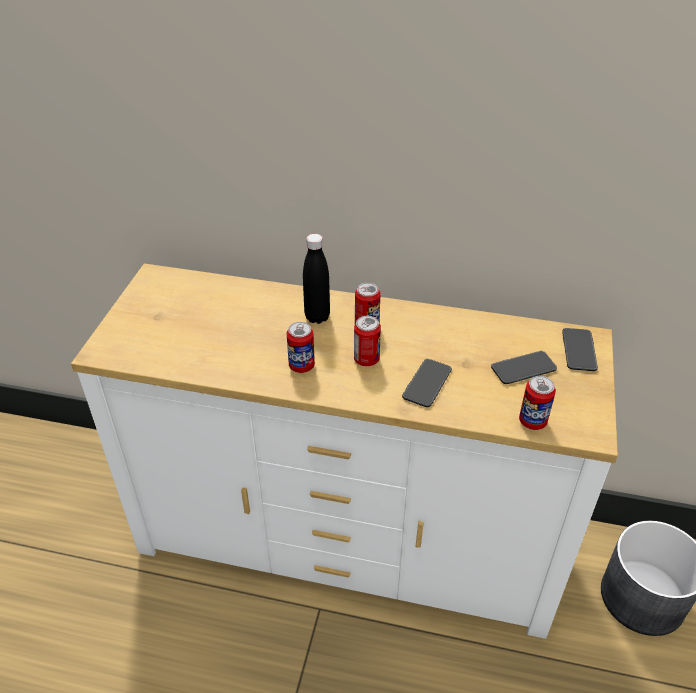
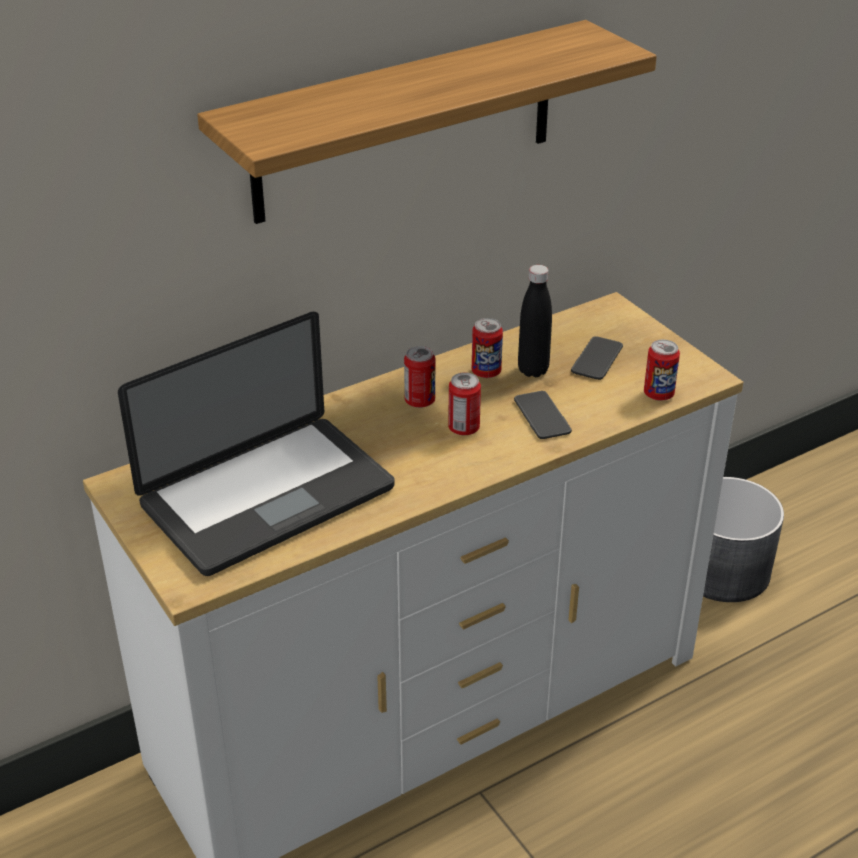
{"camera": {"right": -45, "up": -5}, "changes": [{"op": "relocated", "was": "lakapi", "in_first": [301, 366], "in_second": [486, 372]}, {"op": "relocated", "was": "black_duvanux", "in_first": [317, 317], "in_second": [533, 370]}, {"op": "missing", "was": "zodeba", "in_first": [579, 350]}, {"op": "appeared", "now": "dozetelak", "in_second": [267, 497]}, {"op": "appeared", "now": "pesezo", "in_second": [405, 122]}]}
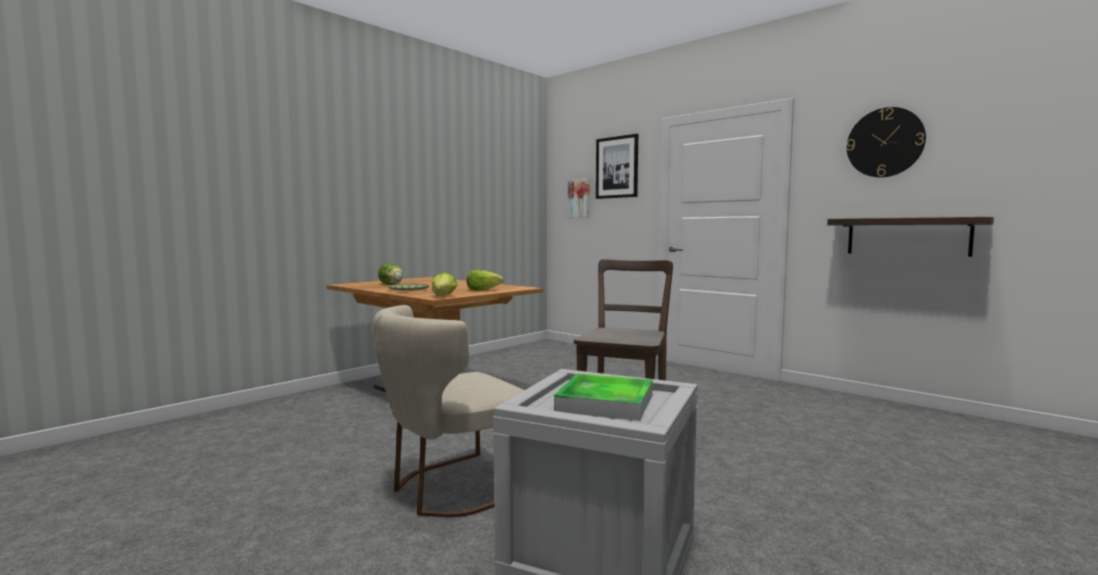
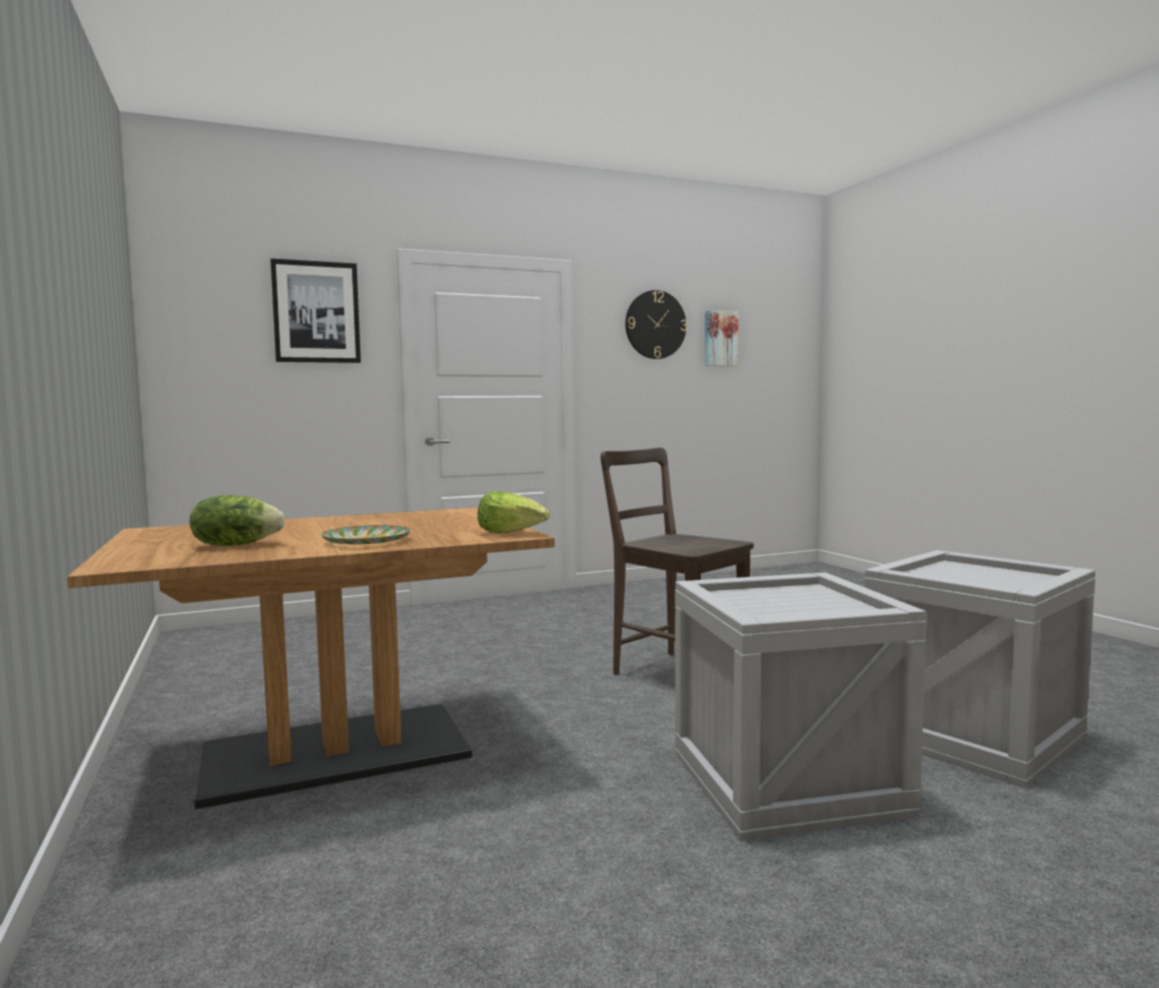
{"camera": {"right": -65, "up": 0}, "changes": [{"op": "exchanged", "was": "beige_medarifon", "now": "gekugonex", "in_first": [452, 488], "in_second": [785, 784]}, {"op": "missing", "was": "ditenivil", "in_first": [483, 290]}, {"op": "missing", "was": "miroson", "in_first": [605, 402]}, {"op": "relocated", "was": "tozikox", "in_first": [579, 198], "in_second": [720, 338]}, {"op": "missing", "was": "pesezo", "in_first": [907, 236]}]}
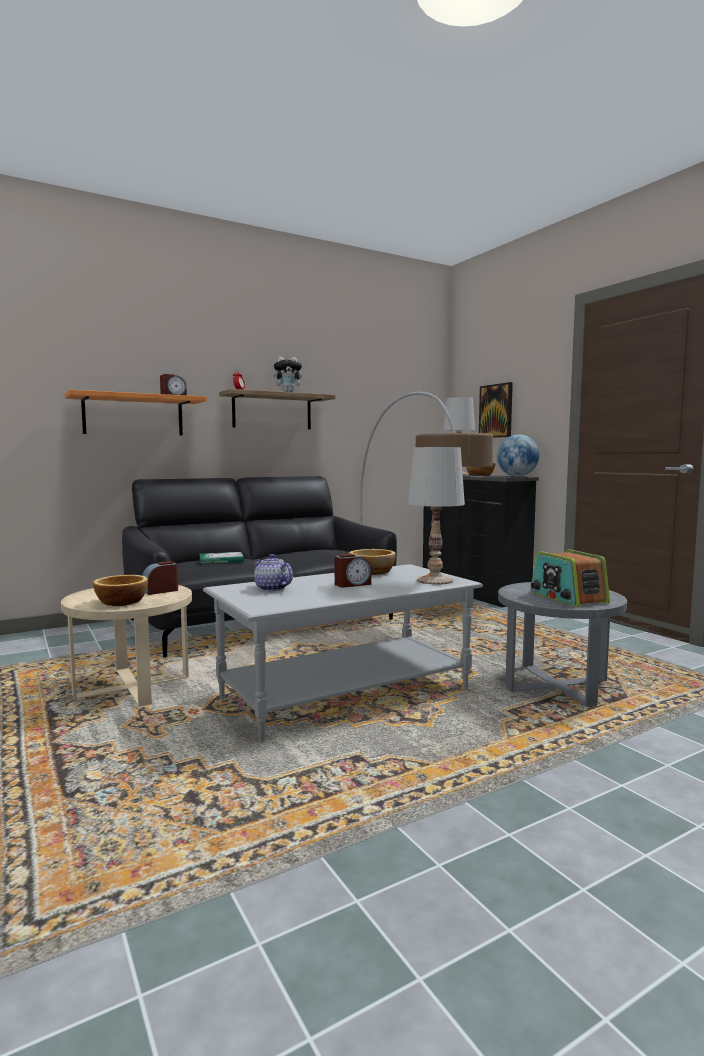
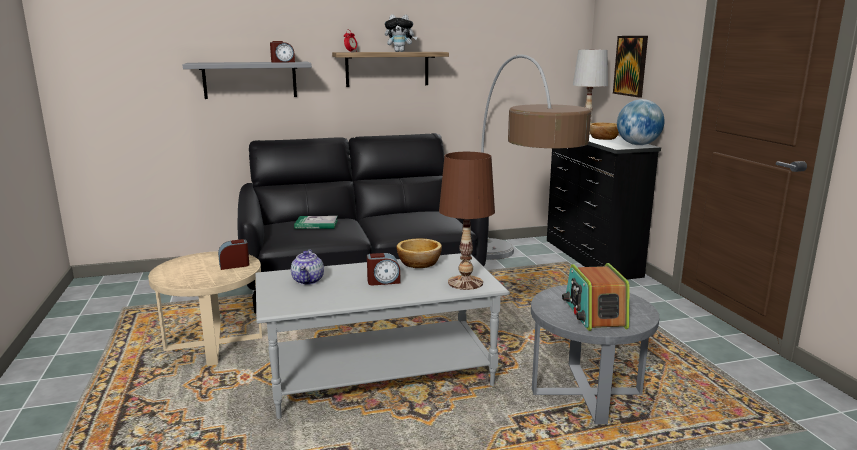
{"camera": {"right": 15, "up": 10}, "changes": [{"op": "colour", "was": "orange_pesezo", "now": "grey_pesezo", "in_first": [133, 415], "in_second": [250, 80]}, {"op": "missing", "was": "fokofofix", "in_first": [121, 602]}, {"op": "spun", "was": "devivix", "in_first": [271, 588], "in_second": [308, 281], "clockwise": -150}, {"op": "colour", "was": "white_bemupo", "now": "brown_bemupo", "in_first": [434, 580], "in_second": [465, 283]}]}
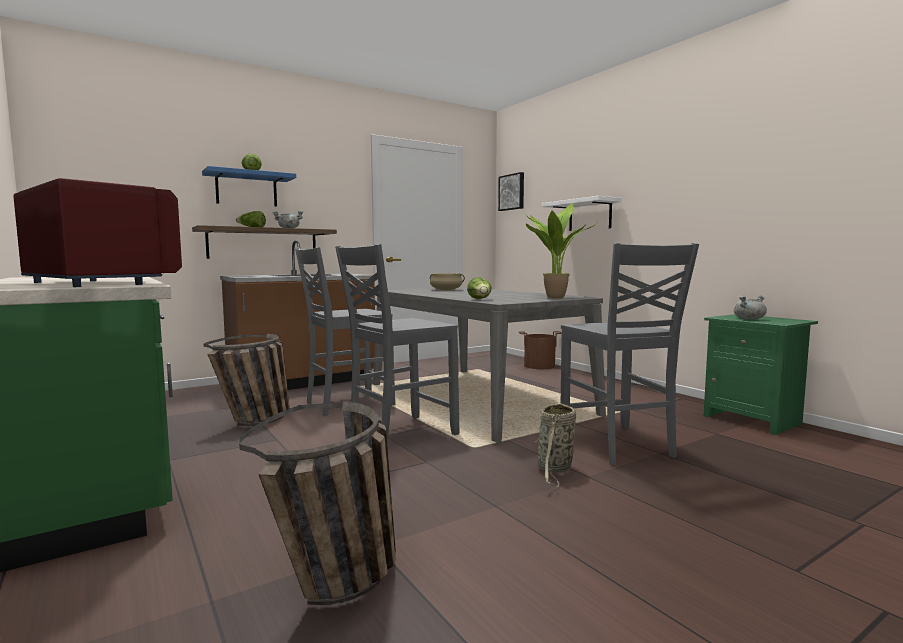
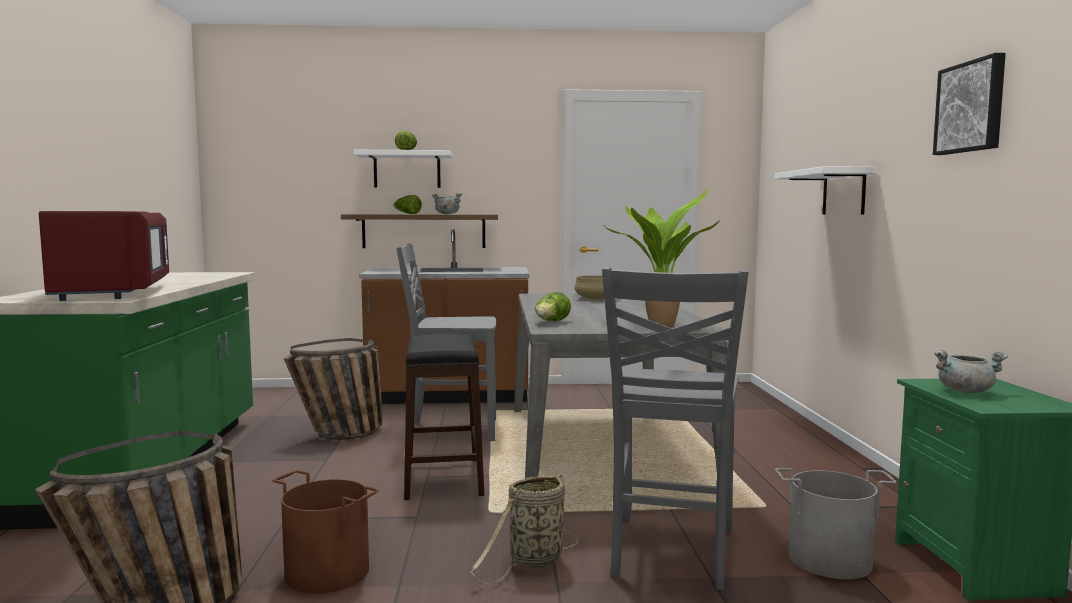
{"camera": {"right": 30, "up": 0}, "changes": [{"op": "colour", "was": "blue_pesezo", "now": "white_pesezo", "in_first": [246, 189], "in_second": [407, 170]}, {"op": "exchanged", "was": "grey_medarifon", "now": "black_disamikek", "in_first": [399, 434], "in_second": [442, 478]}, {"op": "relocated", "was": "tozikox", "in_first": [512, 192], "in_second": [971, 107]}, {"op": "relocated", "was": "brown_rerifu", "in_first": [539, 366], "in_second": [326, 573]}, {"op": "appeared", "now": "grey_rerifu", "in_second": [830, 560]}]}
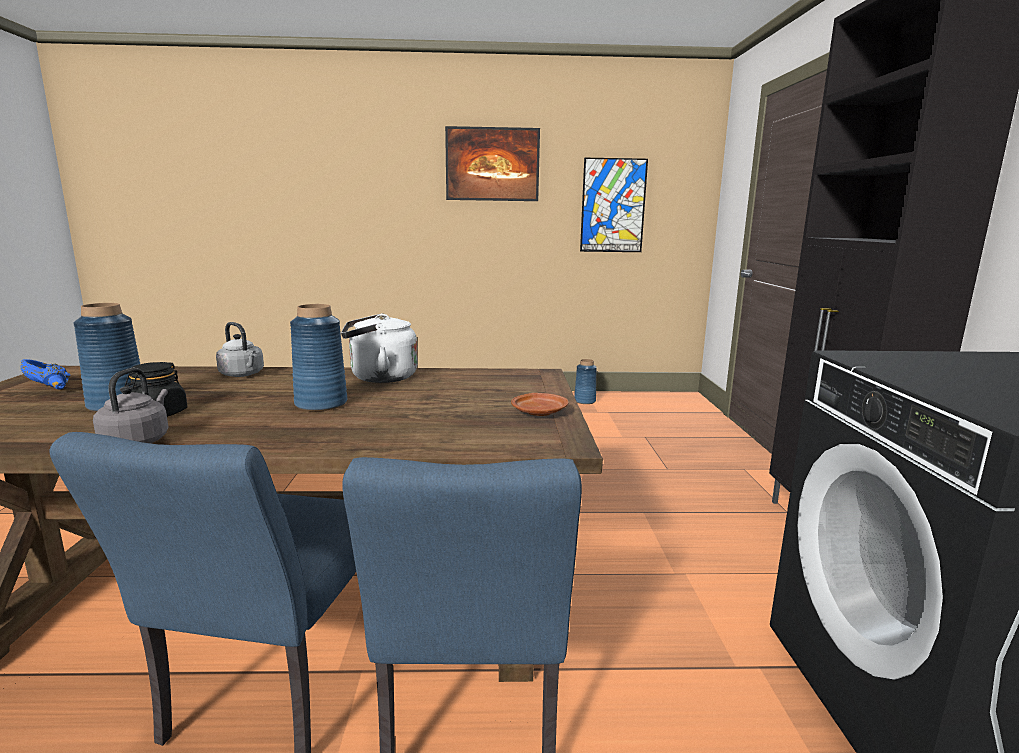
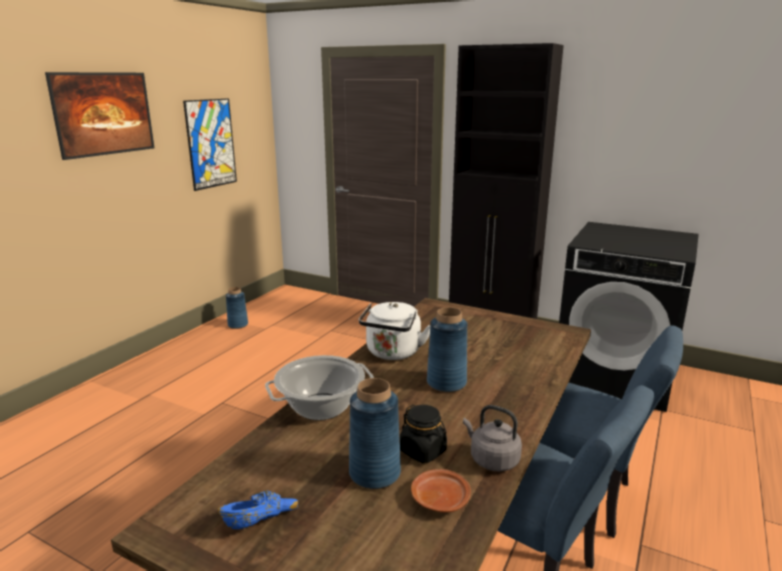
{"camera": {"right": -60, "up": 5}, "changes": [{"op": "exchanged", "was": "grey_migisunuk", "now": "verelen", "in_first": [243, 374], "in_second": [321, 407]}, {"op": "relocated", "was": "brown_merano", "in_first": [539, 412], "in_second": [440, 499]}]}
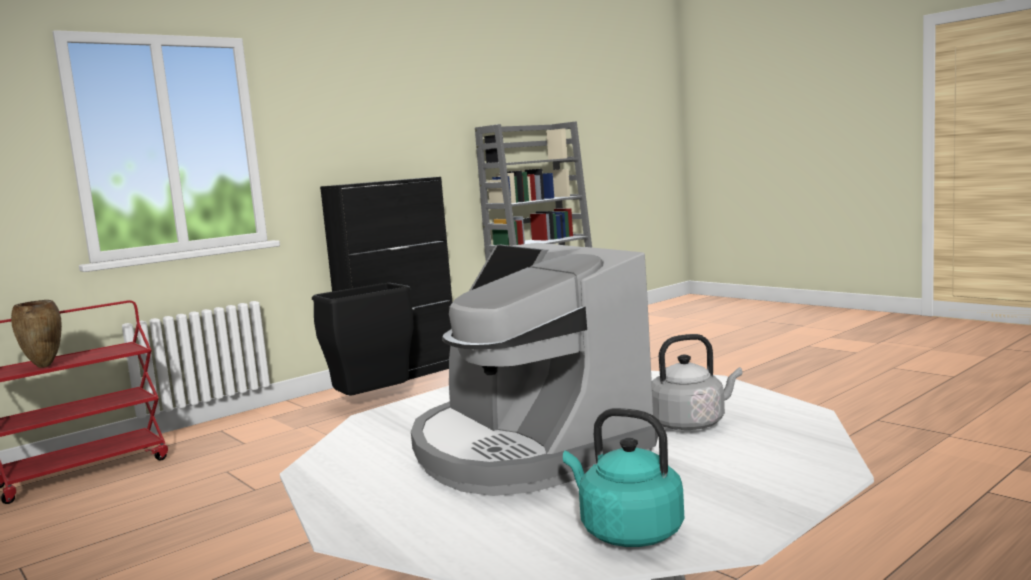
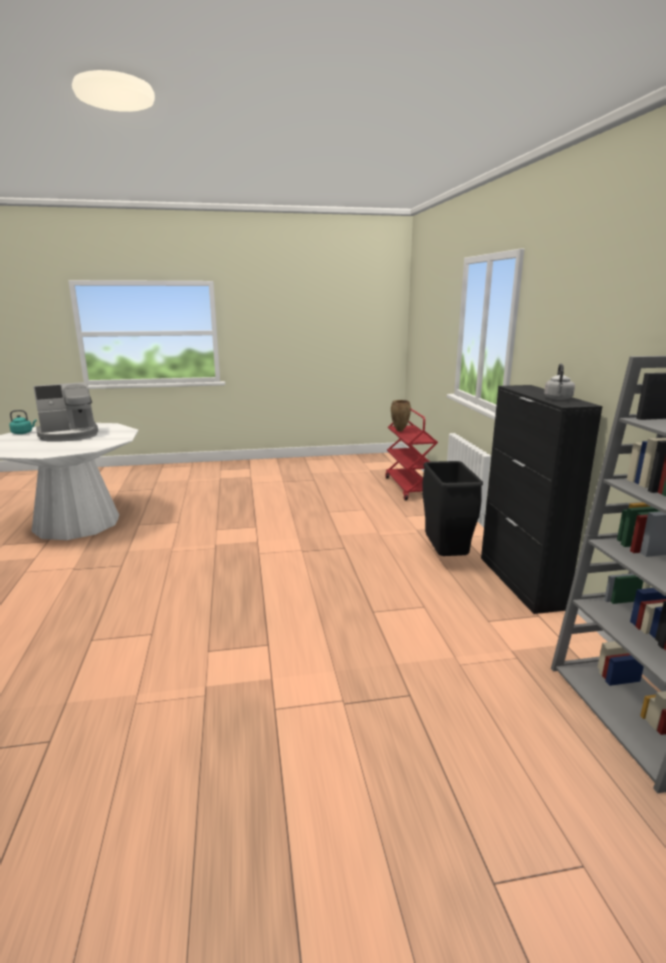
{"camera": {"right": 120, "up": 10}, "changes": [{"op": "spun", "was": "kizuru", "in_first": [525, 449], "in_second": [69, 435], "clockwise": 150}, {"op": "relocated", "was": "grey_migisunuk", "in_first": [691, 423], "in_second": [558, 399]}]}
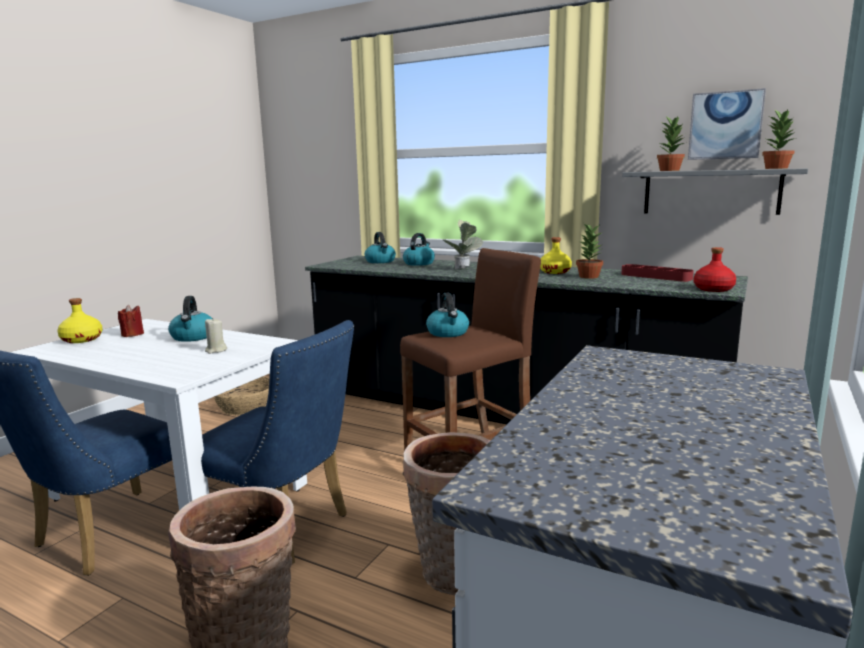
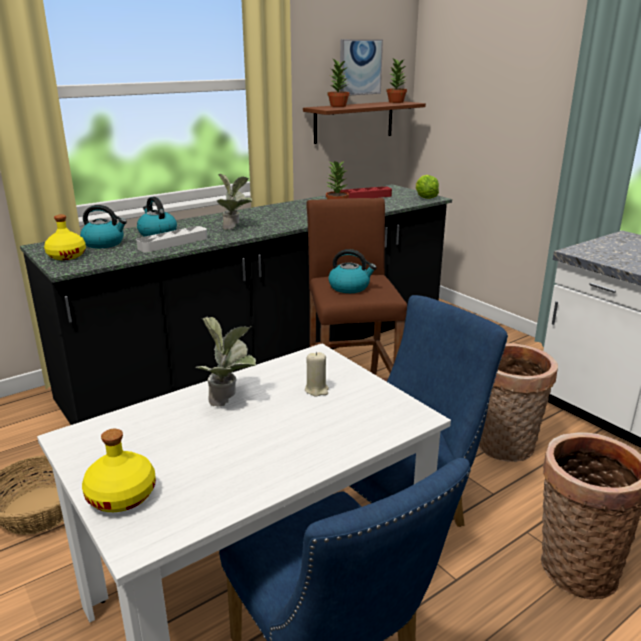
{"camera": {"right": -65, "up": 10}, "changes": [{"op": "missing", "was": "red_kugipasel", "in_first": [132, 334]}, {"op": "exchanged", "was": "migisunuk", "now": "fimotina", "in_first": [193, 337], "in_second": [229, 401]}, {"op": "relocated", "was": "yellow_duvanux", "in_first": [555, 272], "in_second": [66, 256]}, {"op": "colour", "was": "grey_pesezo", "now": "brown_pesezo", "in_first": [710, 192], "in_second": [354, 122]}, {"op": "exchanged", "was": "red_duvanux", "now": "ditenivil", "in_first": [713, 289], "in_second": [425, 198]}, {"op": "appeared", "now": "grey_miroson", "in_second": [173, 243]}]}
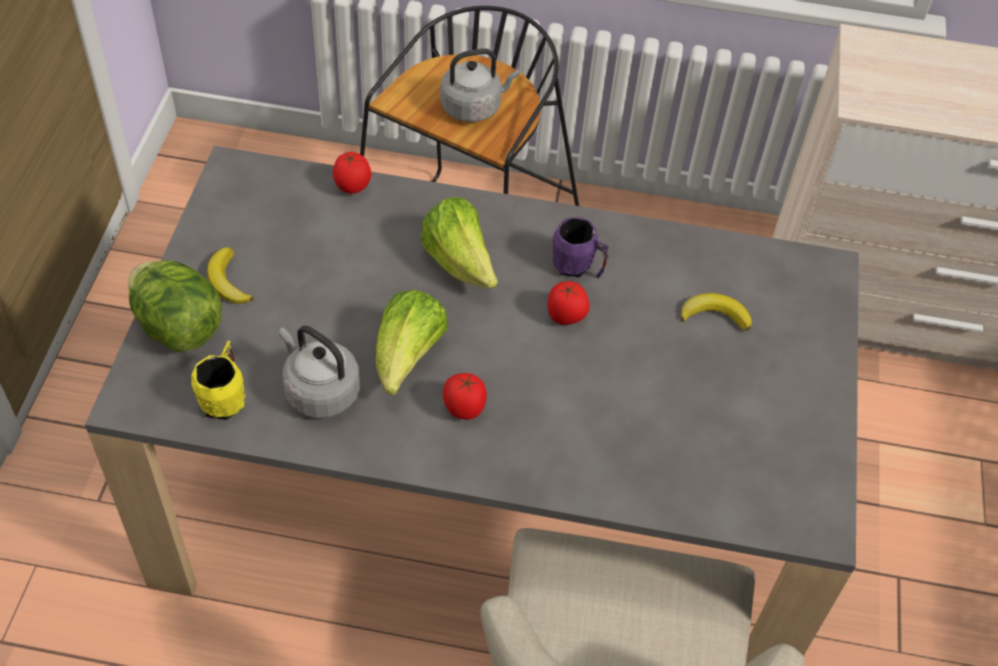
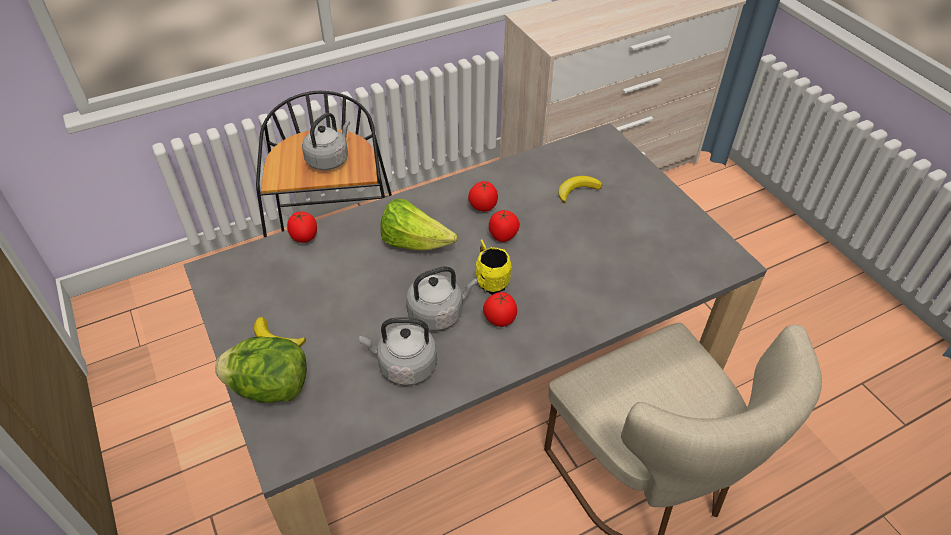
{"camera": {"right": -35, "up": -5}, "changes": [{"op": "relocated", "was": "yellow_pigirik", "in_first": [225, 397], "in_second": [490, 280]}, {"op": "exchanged", "was": "ditenivil", "now": "grey_migisunuk", "in_first": [407, 358], "in_second": [438, 313]}, {"op": "exchanged", "was": "purple_pigirik", "now": "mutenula", "in_first": [578, 267], "in_second": [482, 207]}]}
